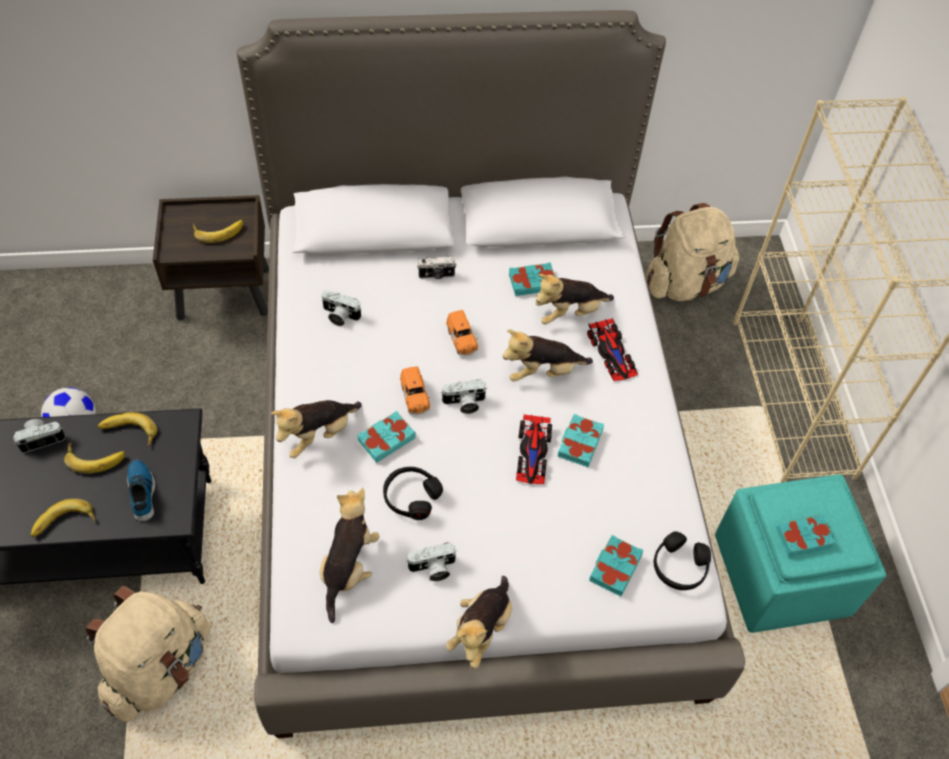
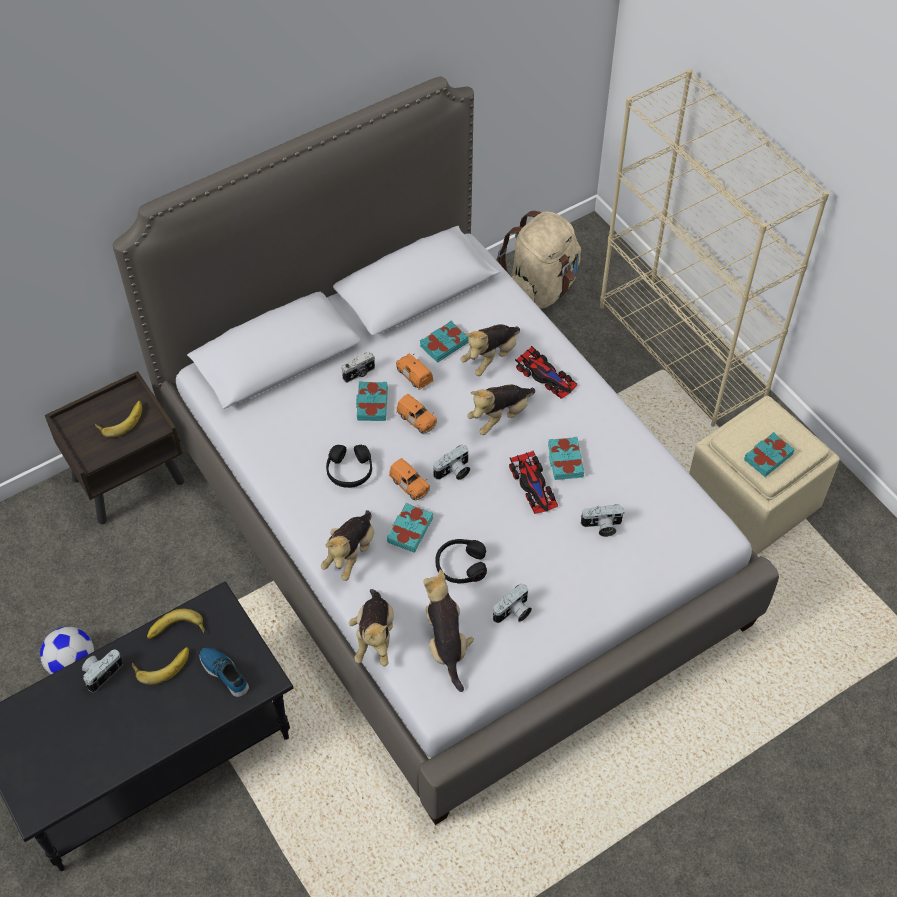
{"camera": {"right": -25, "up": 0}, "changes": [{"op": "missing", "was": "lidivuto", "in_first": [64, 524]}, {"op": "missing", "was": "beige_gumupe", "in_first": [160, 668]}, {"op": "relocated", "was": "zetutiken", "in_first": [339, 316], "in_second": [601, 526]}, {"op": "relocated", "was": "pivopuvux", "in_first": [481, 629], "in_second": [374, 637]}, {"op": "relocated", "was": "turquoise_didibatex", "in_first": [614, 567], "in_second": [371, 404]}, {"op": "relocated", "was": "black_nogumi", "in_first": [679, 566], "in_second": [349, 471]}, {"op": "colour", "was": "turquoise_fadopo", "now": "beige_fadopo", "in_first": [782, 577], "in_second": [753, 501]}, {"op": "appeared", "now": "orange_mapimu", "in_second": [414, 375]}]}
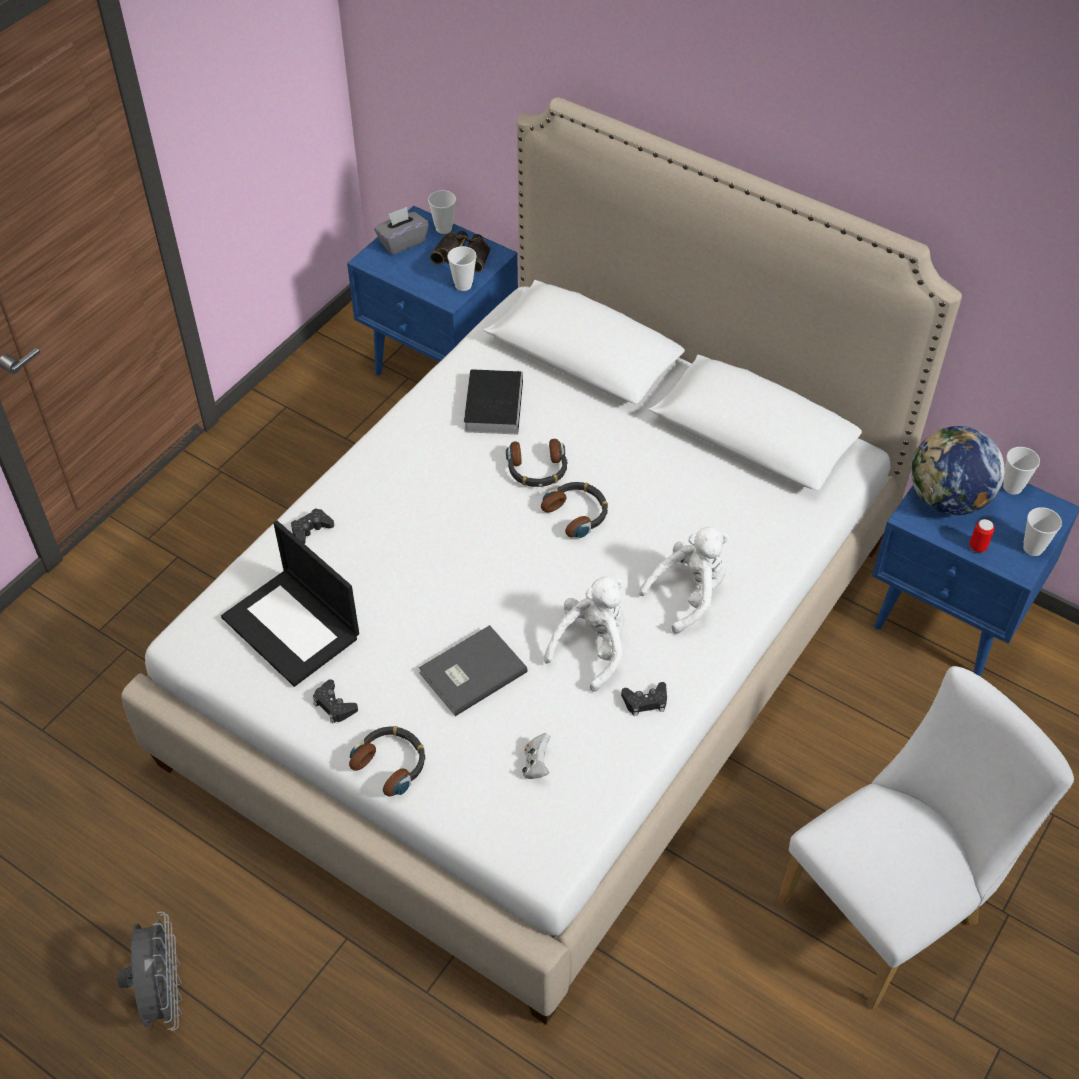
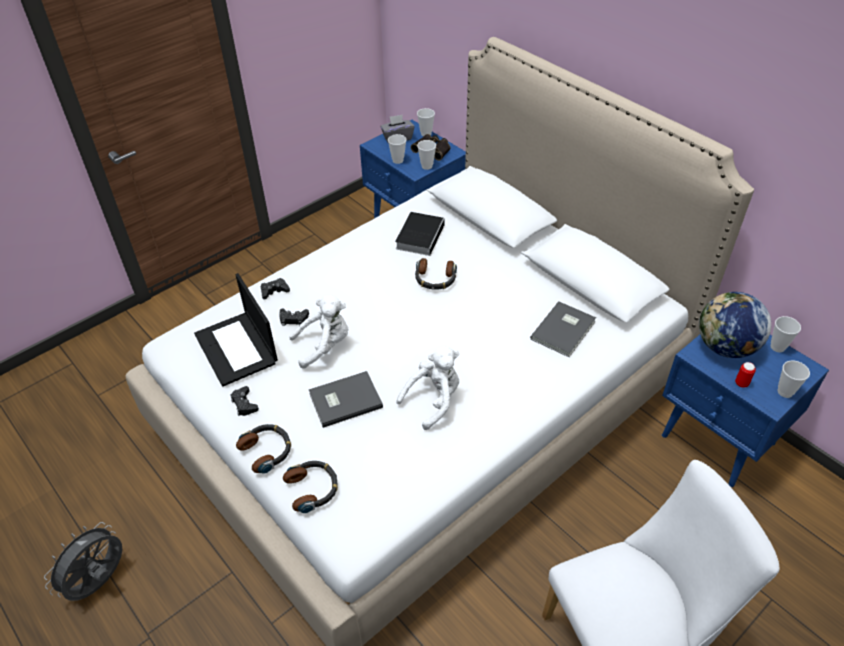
{"camera": {"right": 15, "up": -5}, "changes": [{"op": "spun", "was": "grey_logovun", "in_first": [163, 995], "in_second": [100, 582], "clockwise": -150}, {"op": "missing", "was": "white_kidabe", "in_first": [536, 764]}, {"op": "relocated", "was": "nogumi", "in_first": [577, 513], "in_second": [313, 488]}, {"op": "relocated", "was": "black_kidabe", "in_first": [645, 702], "in_second": [293, 319]}, {"op": "relocated", "was": "white_pivopuvux", "in_first": [689, 595], "in_second": [324, 345]}, {"op": "appeared", "now": "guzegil", "in_second": [398, 160]}, {"op": "appeared", "now": "grey_didibatex", "in_second": [565, 330]}]}
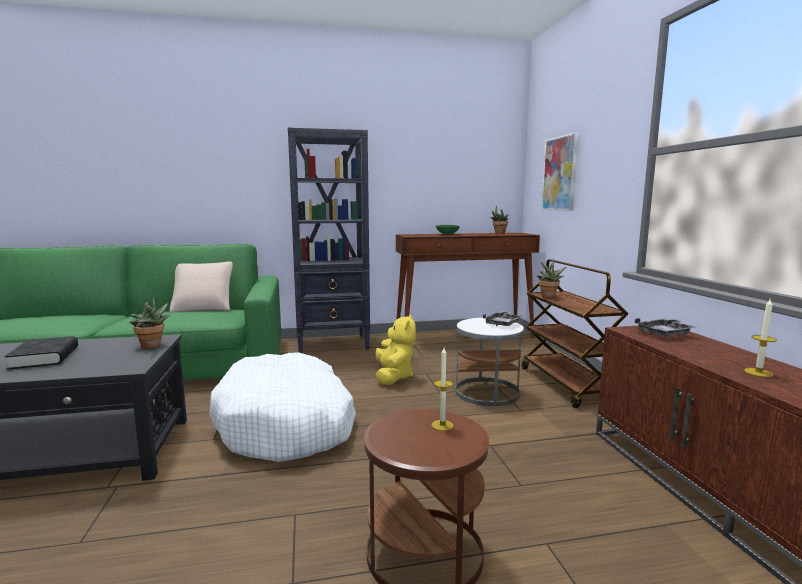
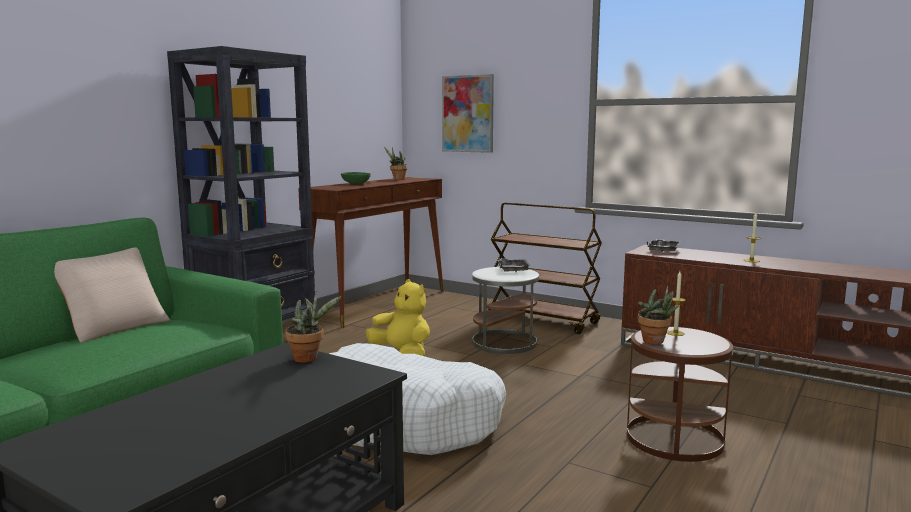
{"camera": {"right": -45, "up": 0}, "changes": [{"op": "missing", "was": "black_didibatex", "in_first": [45, 358]}, {"op": "relocated", "was": "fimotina", "in_first": [548, 296], "in_second": [655, 342]}]}
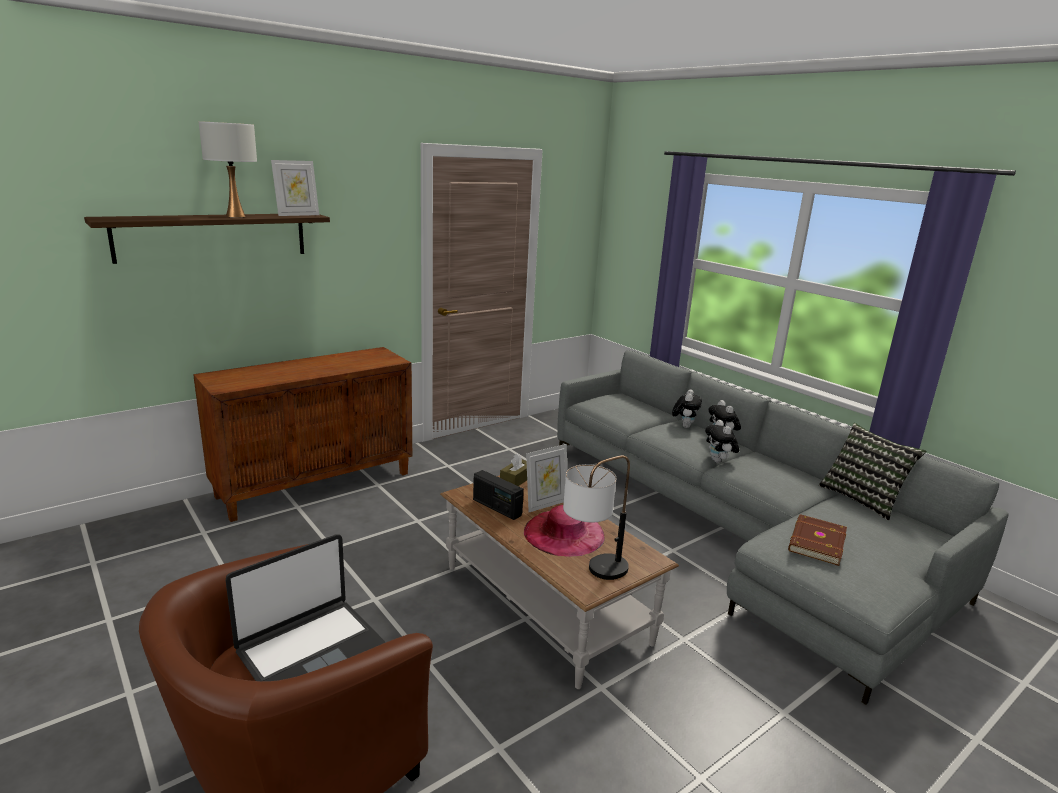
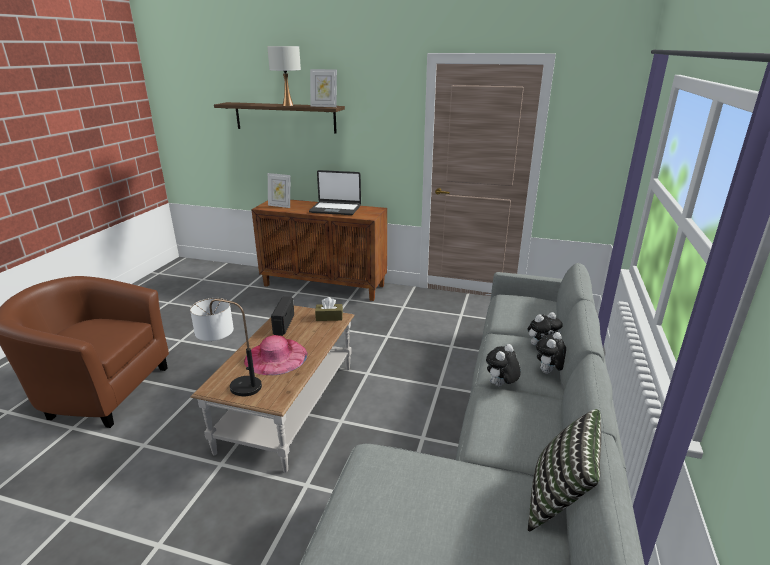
{"camera": {"right": 55, "up": 5}, "changes": [{"op": "relocated", "was": "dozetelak", "in_first": [310, 649], "in_second": [335, 209]}, {"op": "relocated", "was": "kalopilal", "in_first": [545, 504], "in_second": [280, 206]}, {"op": "missing", "was": "brown_didibatex", "in_first": [815, 542]}]}
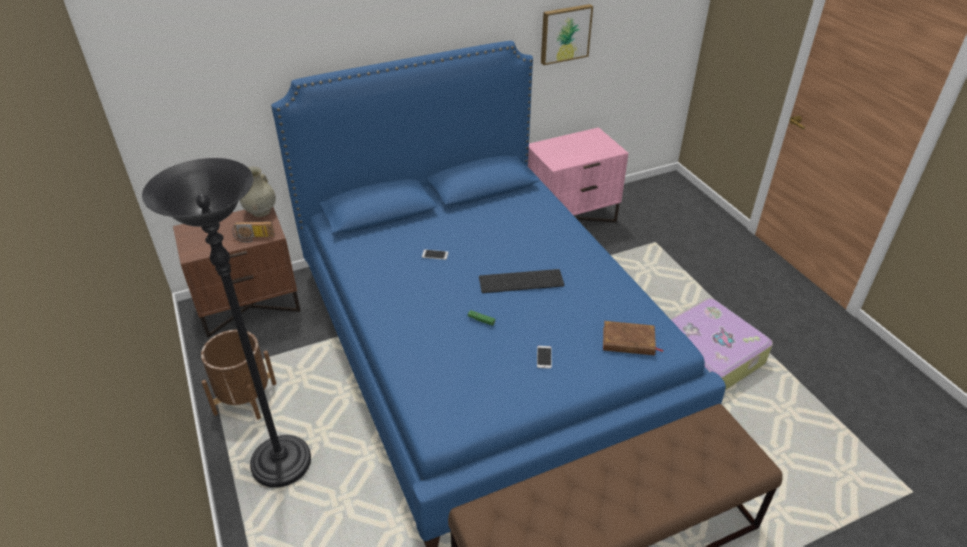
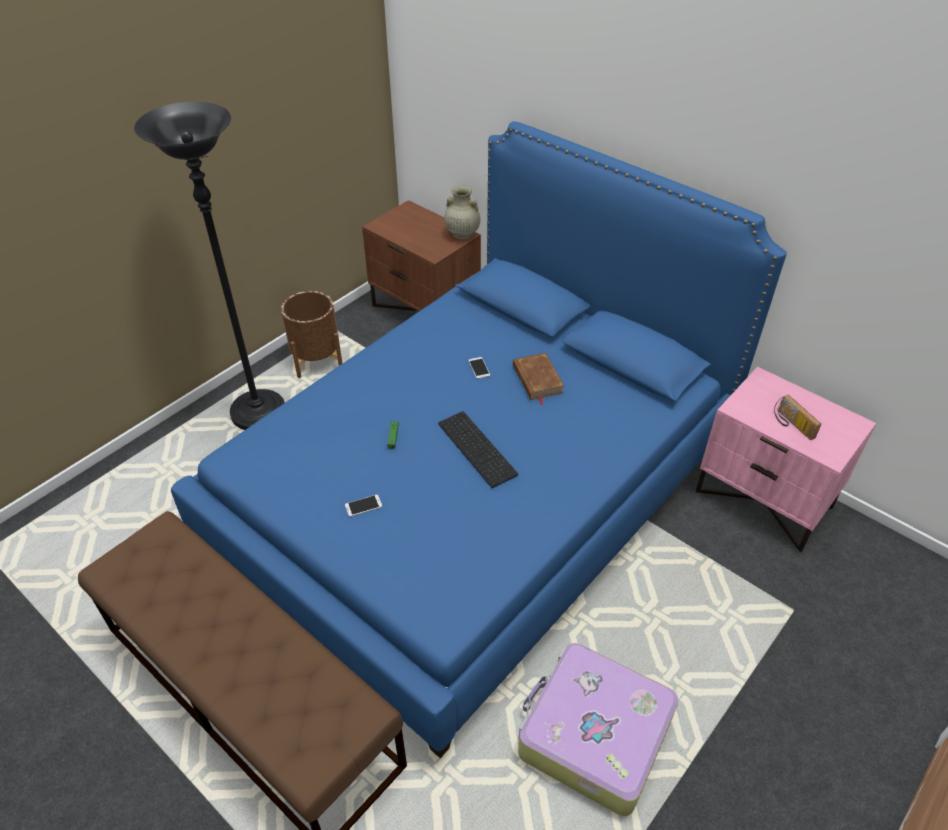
{"camera": {"right": 65, "up": 5}, "changes": [{"op": "relocated", "was": "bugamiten", "in_first": [254, 238], "in_second": [791, 425]}, {"op": "missing", "was": "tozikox", "in_first": [565, 33]}, {"op": "relocated", "was": "brown_didibatex", "in_first": [628, 341], "in_second": [537, 380]}]}
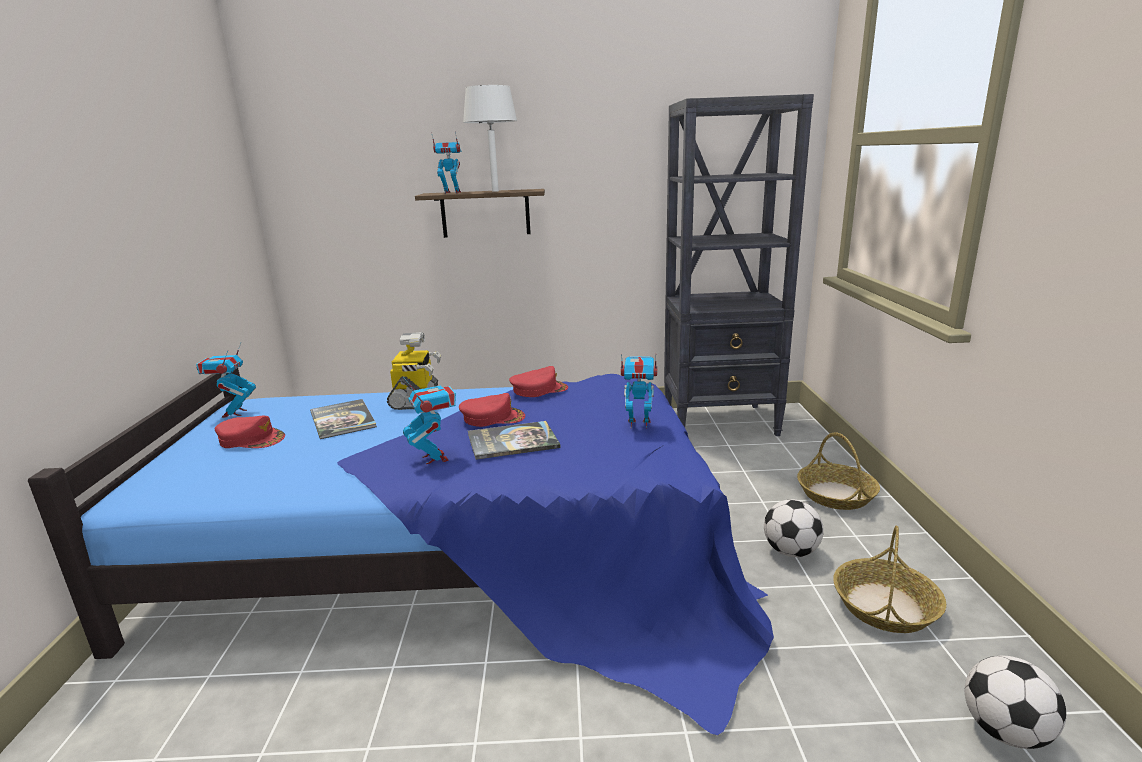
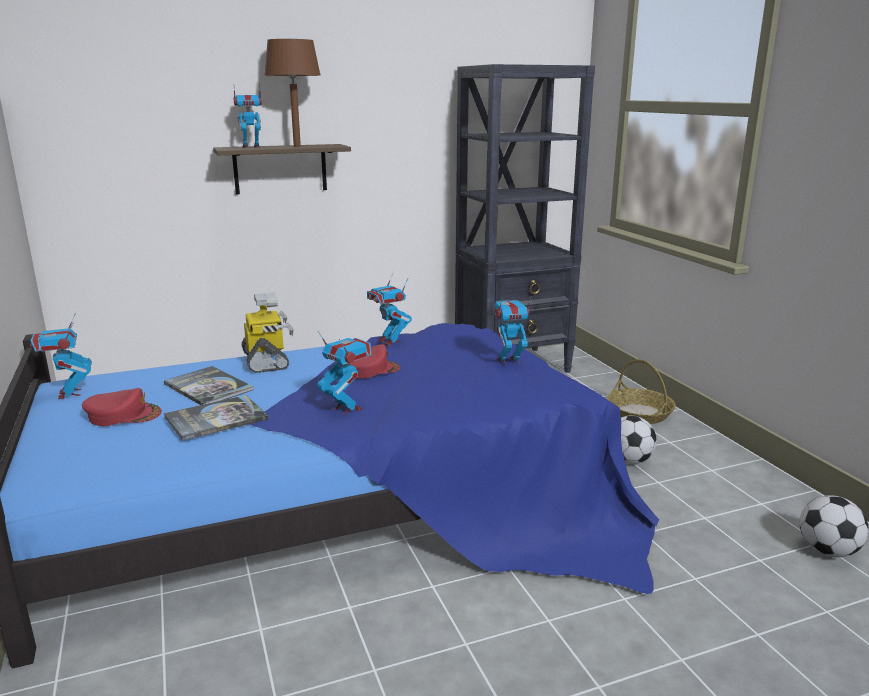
{"camera": {"right": -20, "up": 0}, "changes": [{"op": "colour", "was": "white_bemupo", "now": "brown_bemupo", "in_first": [495, 191], "in_second": [297, 146]}, {"op": "relocated", "was": "didibatex", "in_first": [513, 441], "in_second": [216, 418]}, {"op": "exchanged", "was": "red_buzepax", "now": "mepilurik", "in_first": [539, 389], "in_second": [389, 341]}, {"op": "missing", "was": "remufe", "in_first": [885, 607]}]}
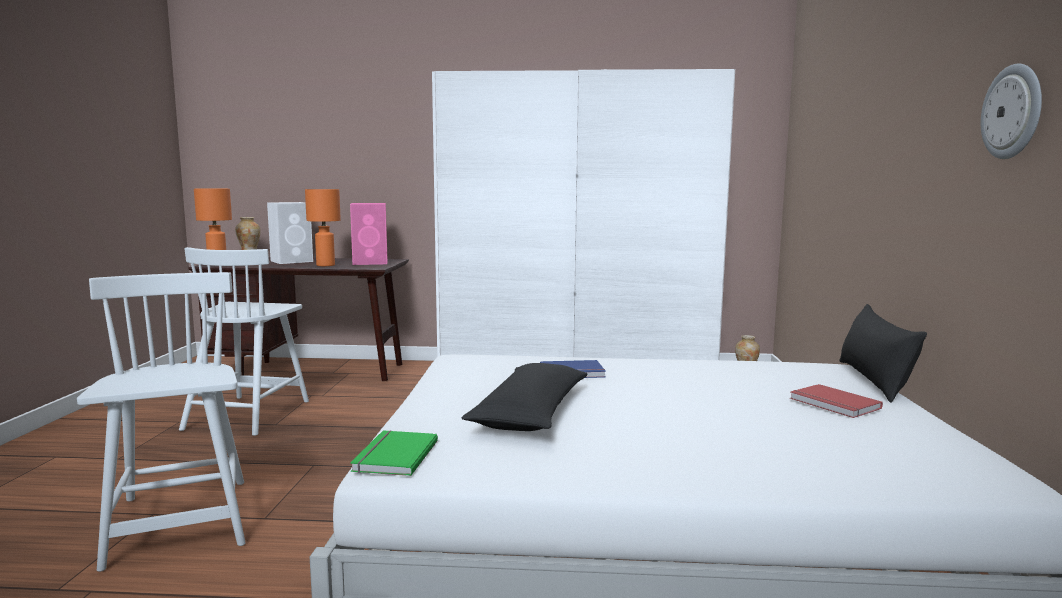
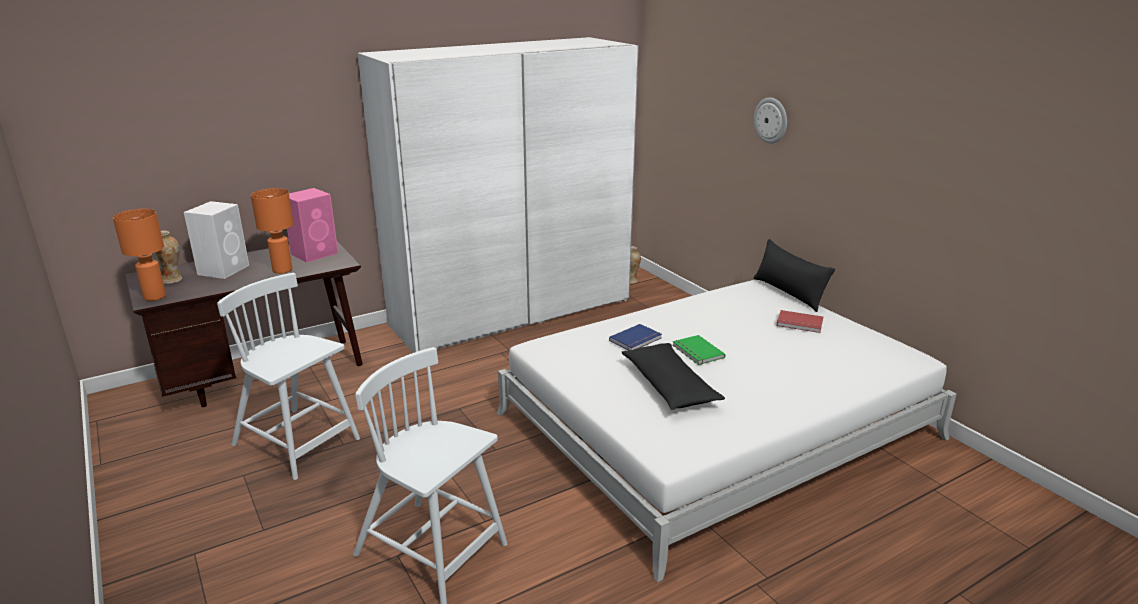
{"camera": {"right": -35, "up": 15}, "changes": [{"op": "spun", "was": "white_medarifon", "in_first": [248, 414], "in_second": [297, 443], "clockwise": 150}, {"op": "relocated", "was": "green_didibatex", "in_first": [393, 456], "in_second": [697, 352]}, {"op": "relocated", "was": "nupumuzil", "in_first": [1013, 112], "in_second": [771, 120]}]}
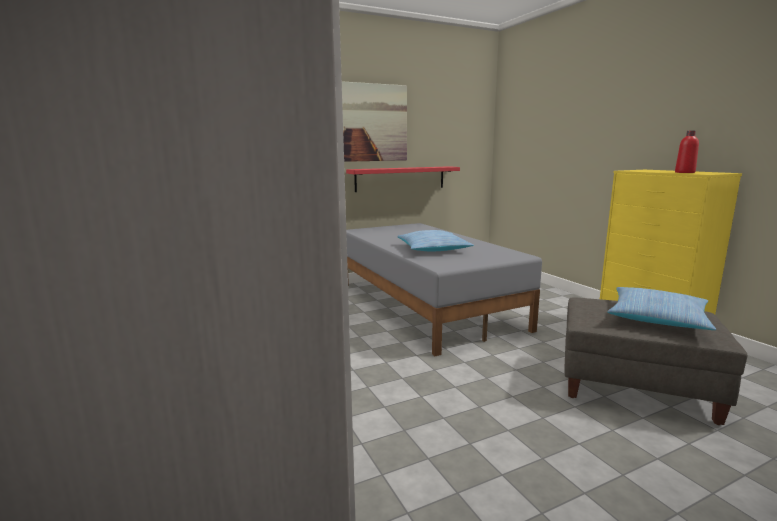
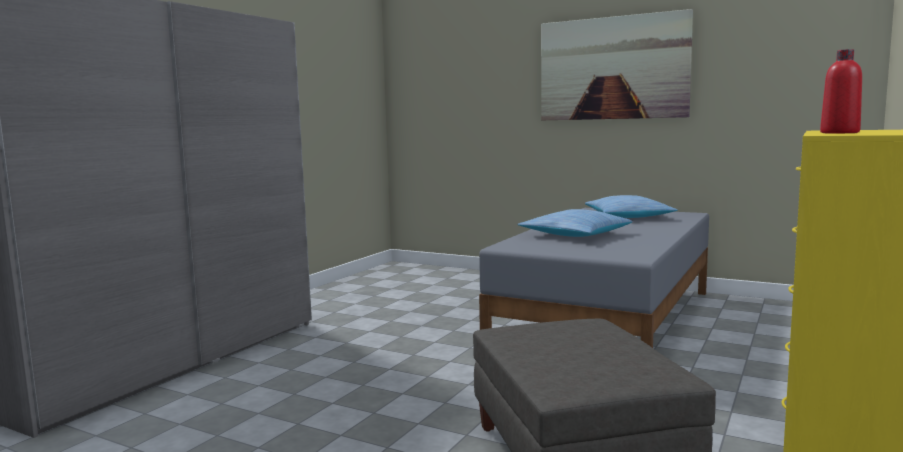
{"camera": {"right": 55, "up": -5}, "changes": [{"op": "missing", "was": "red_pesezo", "in_first": [400, 178]}, {"op": "relocated", "was": "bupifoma", "in_first": [657, 318], "in_second": [628, 217]}]}
